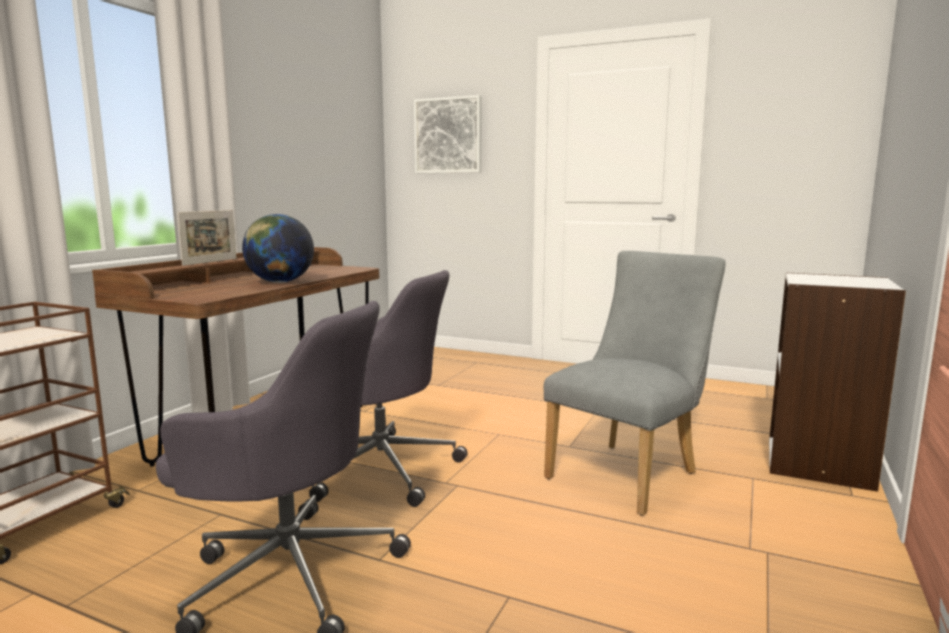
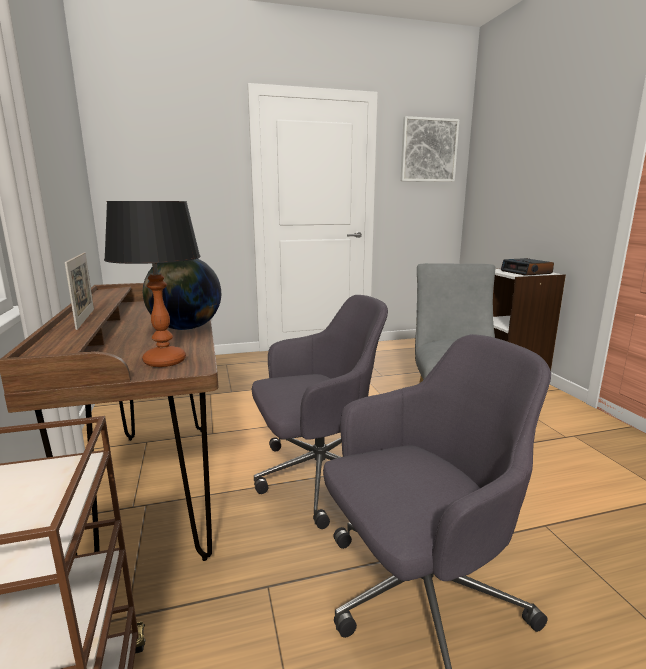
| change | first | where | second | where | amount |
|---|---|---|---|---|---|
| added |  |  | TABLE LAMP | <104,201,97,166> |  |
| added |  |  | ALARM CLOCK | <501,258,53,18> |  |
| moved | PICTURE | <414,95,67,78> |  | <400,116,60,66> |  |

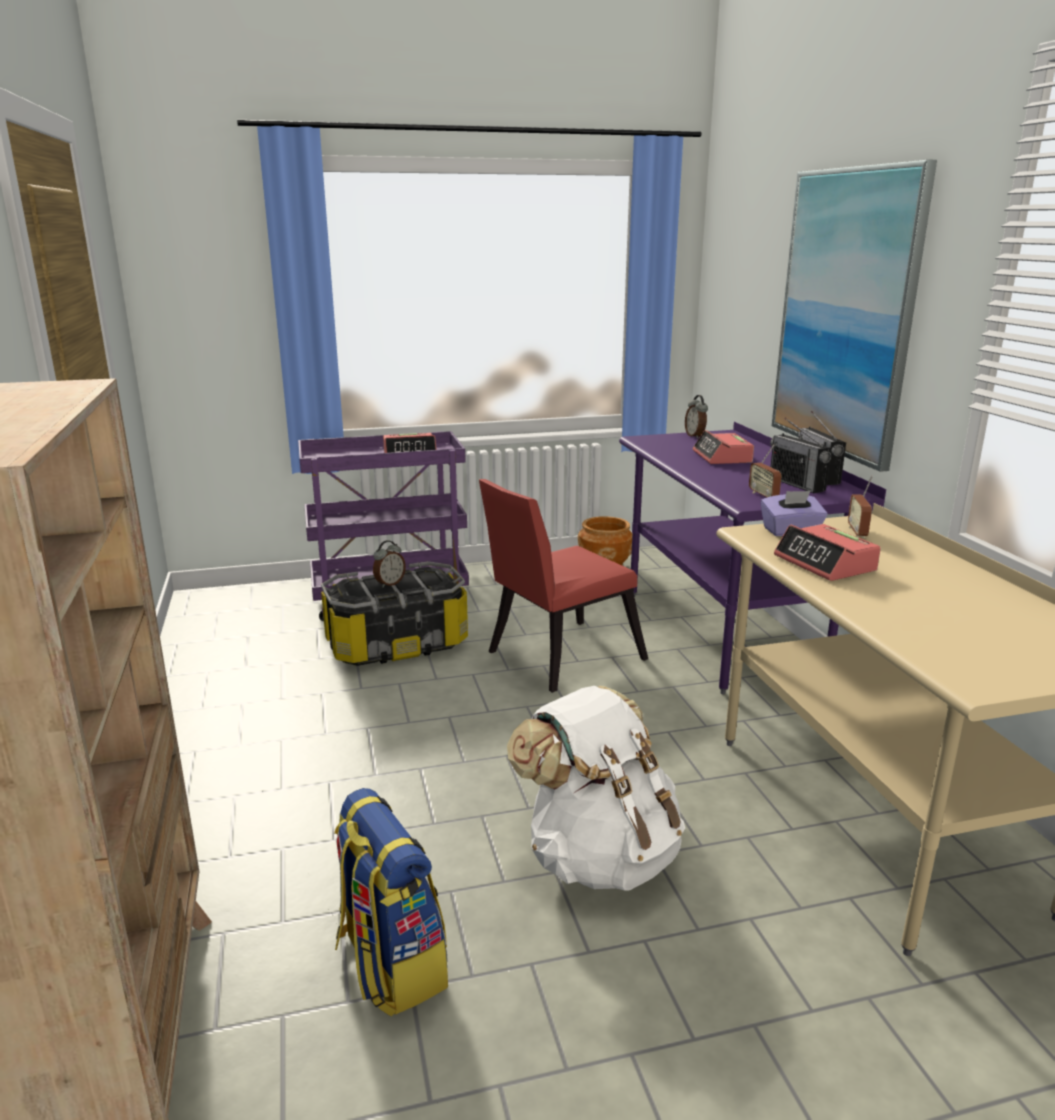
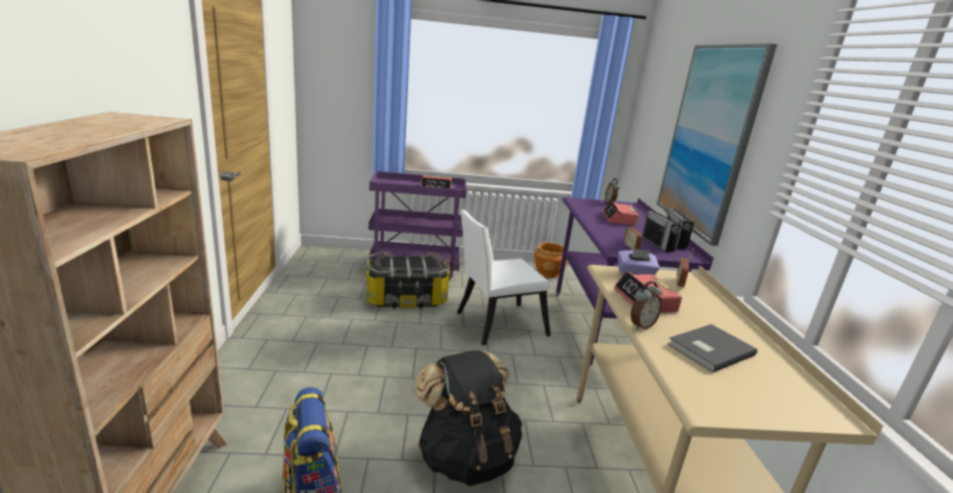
| change | first | where | second | where | amount |
|---|---|---|---|---|---|
| added |  |  | GREY BOOK | <668,324,89,48> |  |
| moved | ALARM CLOCK | <373,540,33,47> |  | <631,281,32,49> |  |
| recoloured | RED CHAIR | <479,479,169,214> | WHITE CHAIR | <457,210,94,135> |  |
| recoloured | WHITE BACKPACK | <507,686,178,205> | BLACK BACKPACK | <414,350,108,136> |  |

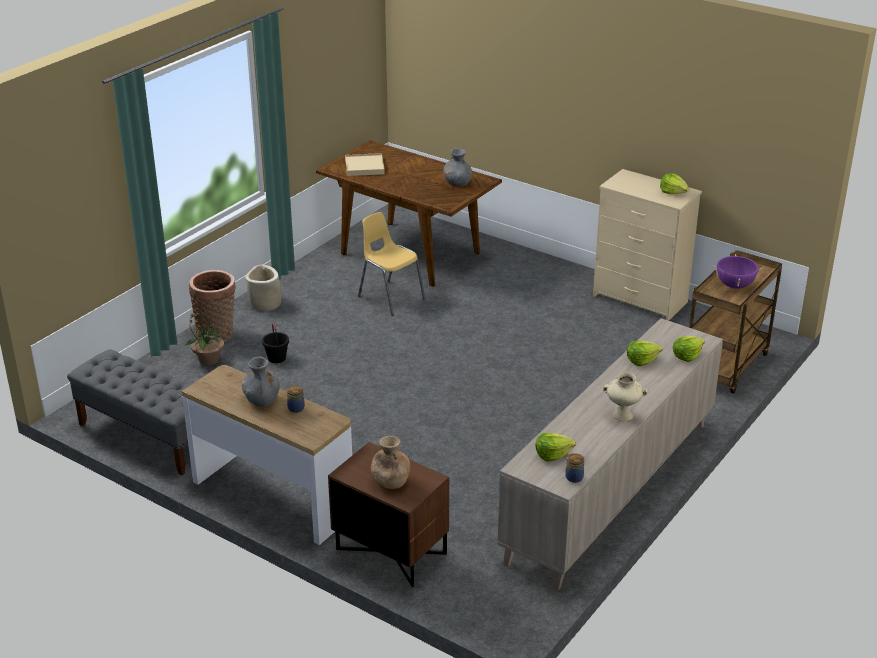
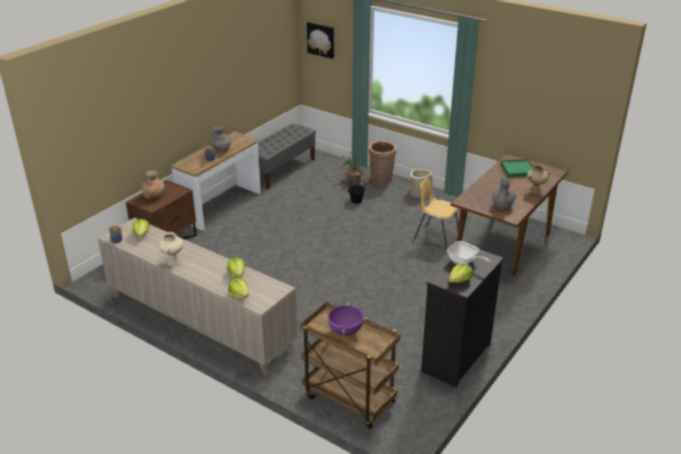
| change | first | where | second | where | amount |
|---|---|---|---|---|---|
| added |  |  | PICTURE | <307,22,27,37> |  |
| added |  |  | FRYING PAN | <447,241,45,23> |  |
| added |  |  | BEIGE VASE | <527,164,22,30> |  |
| recoloured | BEIGE TRAY | <345,153,40,23> | GREEN TRAY | <501,159,33,18> |  |
| recoloured | BEIGE DRESSER | <593,169,109,152> | BLACK DRESSER | <421,250,83,138> |  |
| turned | YELLOW CHAIR | <358,212,67,104> |  | <413,178,46,73> | 105 degrees counterclockwise |

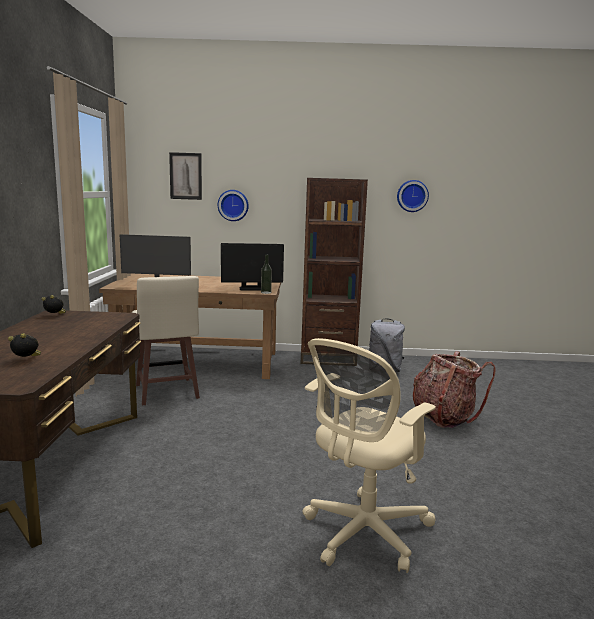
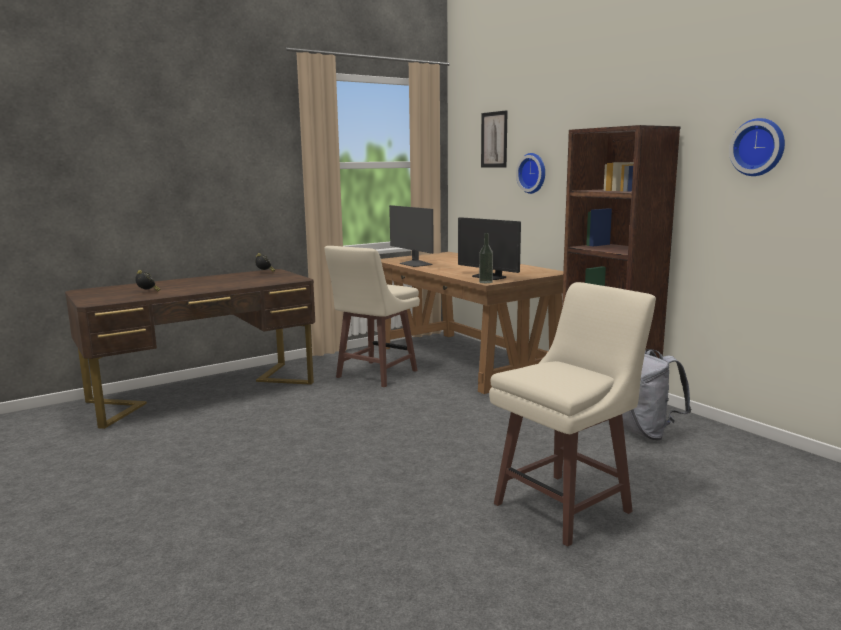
| change | first | where | second | where | amount |
|---|---|---|---|---|---|
| removed | BEIGE OFFICE CHAIR | <303,338,133,235> |  |  |  |
| replaced | BACKPACK | <413,351,82,77> | BEIGE STOOL | <489,282,167,265> |  |

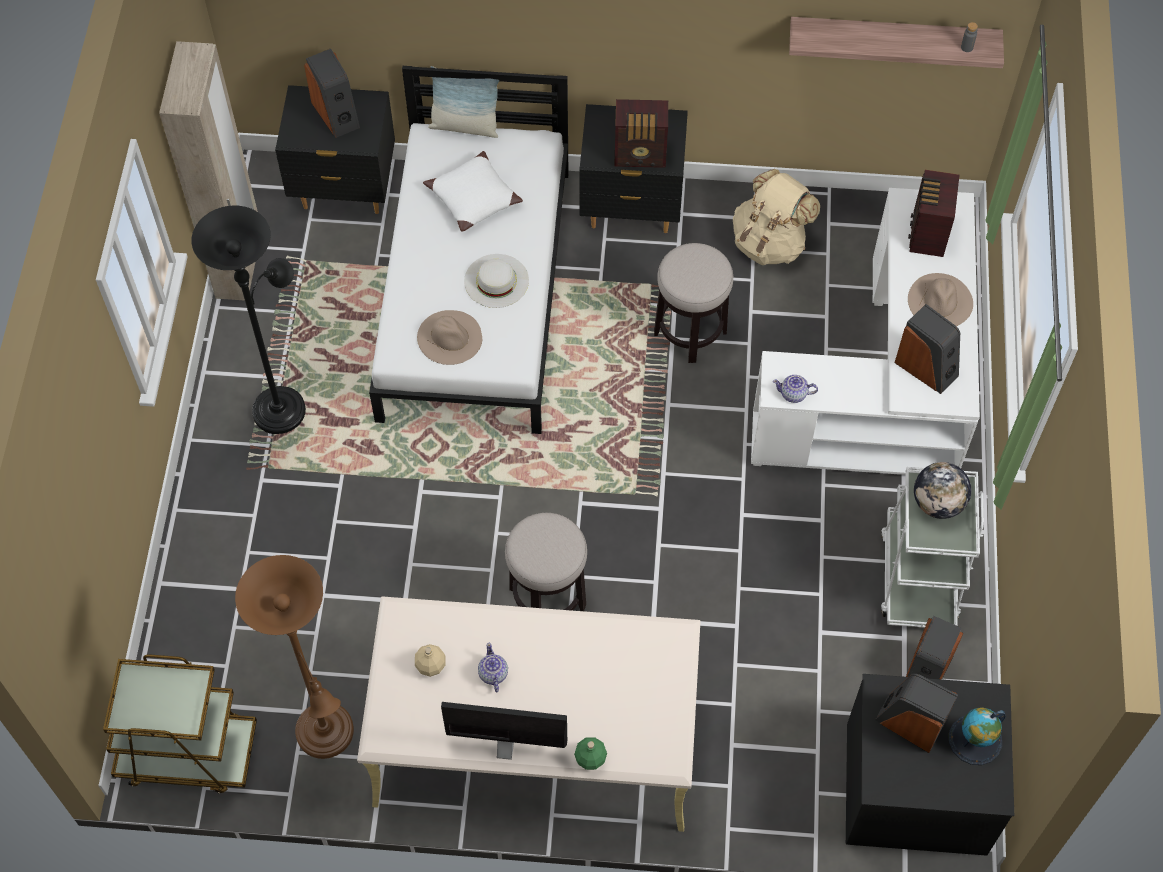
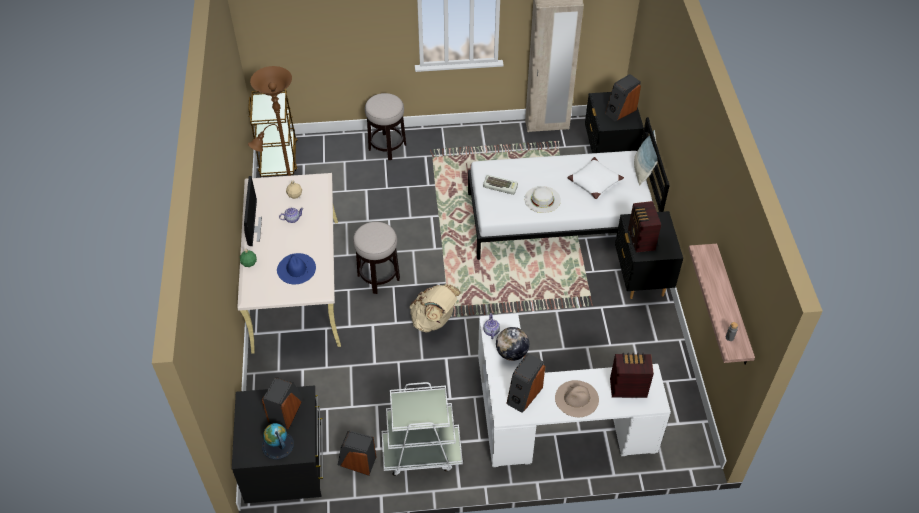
| change | first | where | second | where | amount |
|---|---|---|---|---|---|
| removed | BLACK FLOOR LAMP | <191,205,115,229> |  |  |  |
| added |  |  | BLUE HAT | <277,253,39,31> |  |
| moved | STOOL | <654,243,79,120> |  | <365,93,41,67> |  |
| moved | BEIGE BACKPACK | <733,169,87,96> |  | <409,284,52,48> |  |
| moved | GLOBE | <914,462,57,57> |  | <496,327,33,34> |  |
| replaced | BEIGE HAT | <417,310,65,55> | KEYBOARD | <483,175,35,20> |  |

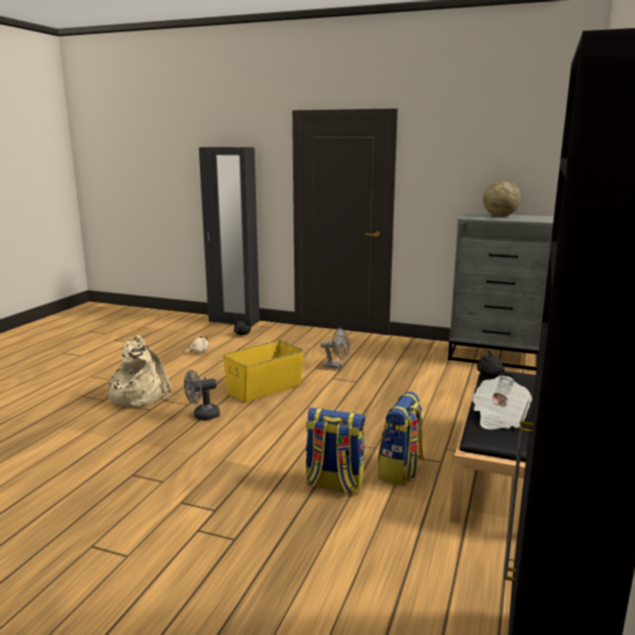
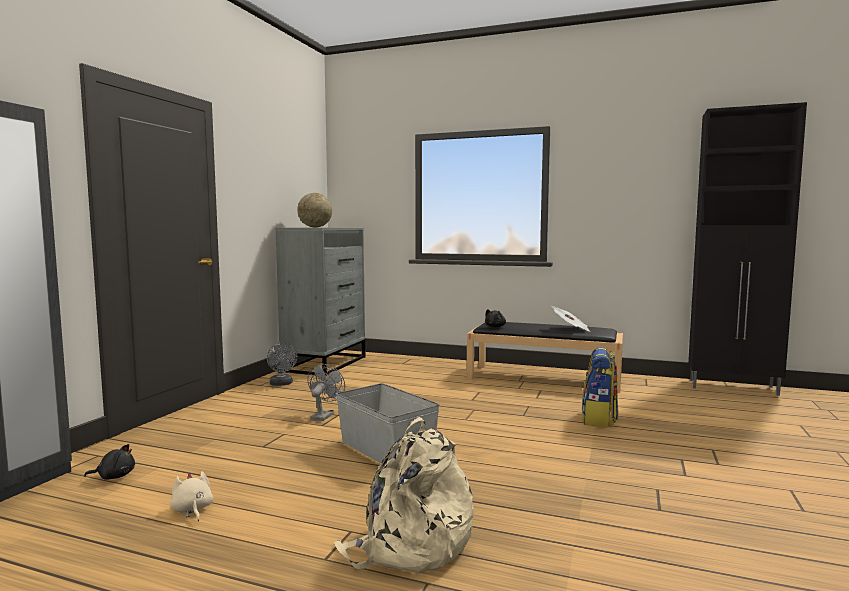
| change | first | where | second | where | amount |
|---|---|---|---|---|---|
| removed | BACKPACK | <378,391,46,95> |  |  |  |
| moved | GREY FAN | <184,370,36,50> |  | <267,342,30,44> |  |
| recoloured | YELLOW STORAGE BOX | <223,340,81,63> | GREY STORAGE BOX | <336,383,104,80> |  |

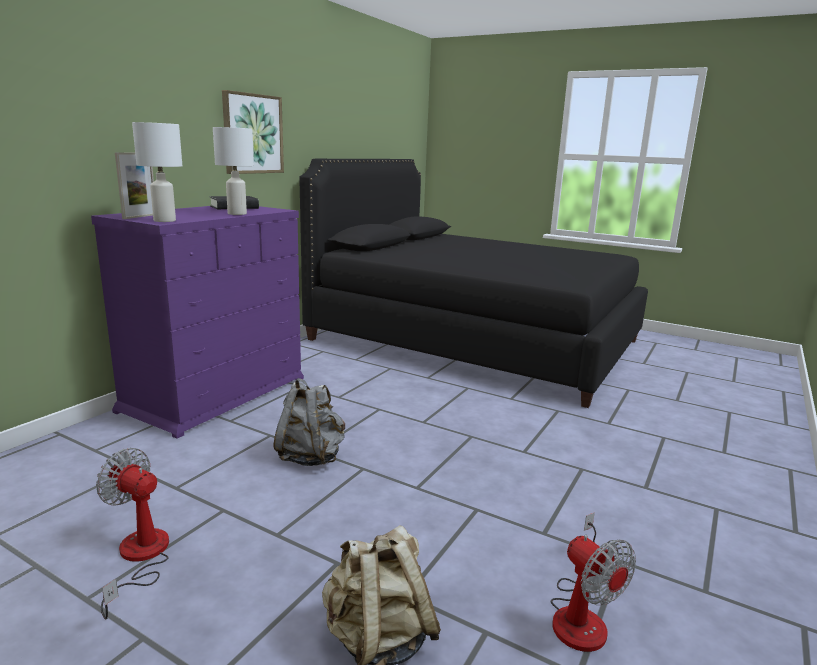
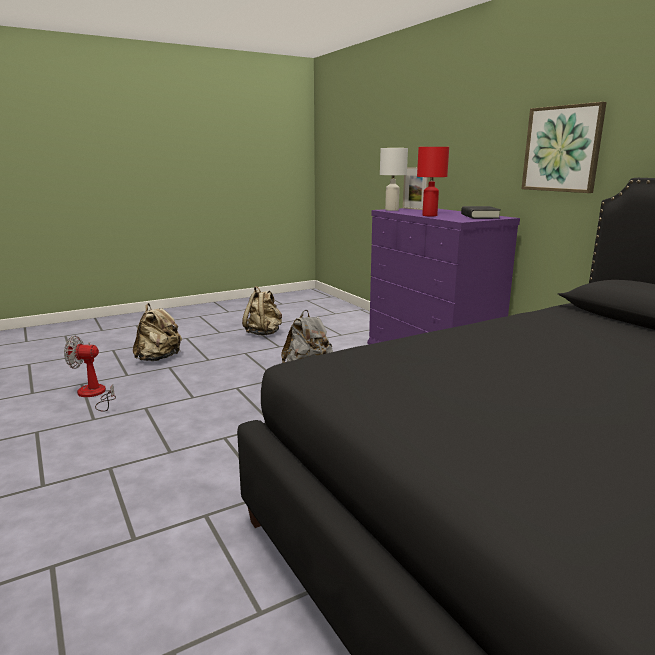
| change | first | where | second | where | amount |
|---|---|---|---|---|---|
| replaced | FAN | <96,448,73,171> | BEIGE BACKPACK | <242,286,40,49> |  |
| recoloured | WHITE TABLE LAMP | <213,127,41,88> | RED TABLE LAMP | <417,147,32,69> |  |

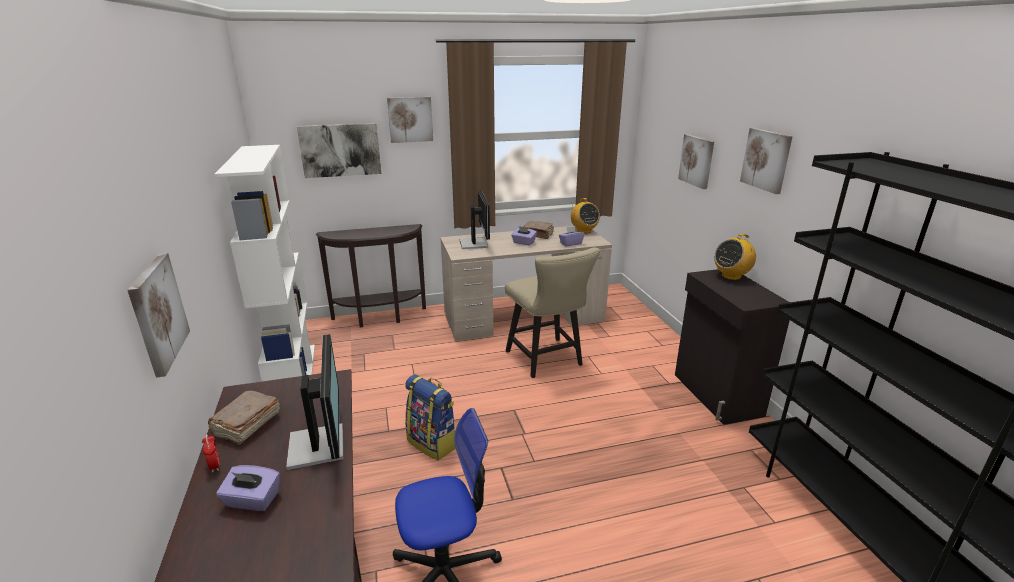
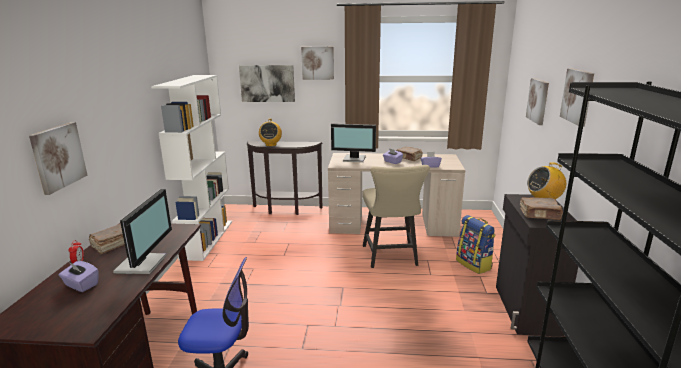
| change | first | where | second | where | amount |
|---|---|---|---|---|---|
| added |  |  | BROWN BOOK | <520,197,43,23> |  |
| moved | BACKPACK | <405,374,50,86> |  | <456,215,39,59> |  |
| moved | RADIO | <571,198,29,36> |  | <259,119,23,27> |  |
| turned | MONITOR | <460,190,30,59> |  | <331,124,45,38> | 90 degrees clockwise |

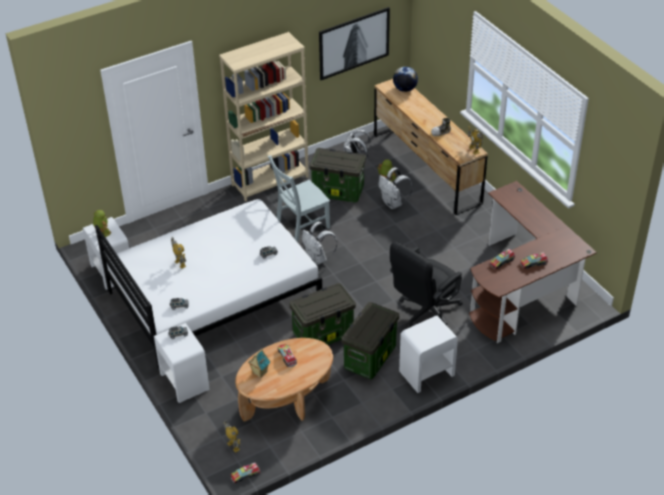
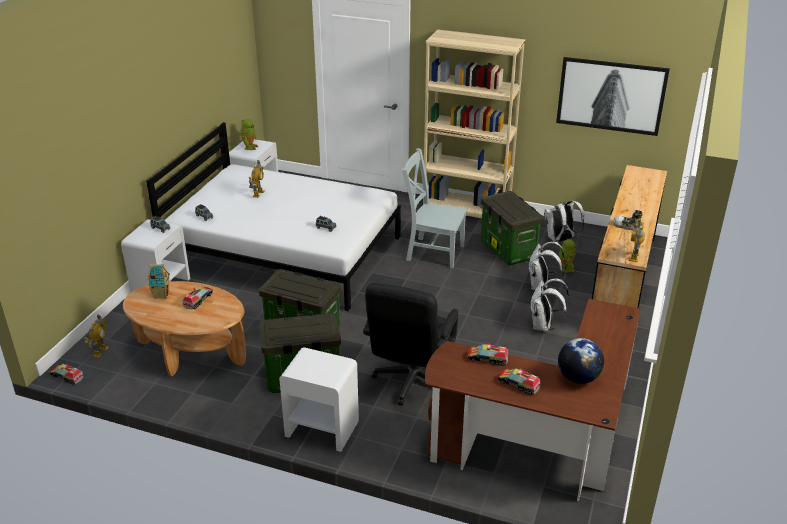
| change | first | where | second | where | amount |
|---|---|---|---|---|---|
| moved | WHITE BACKPACK | <302,222,35,43> |  | <530,279,40,53> |  |
| moved | GLOBE | <393,67,25,25> |  | <558,338,46,46> |  |
| turned | BLACK OFFICE CHAIR | <390,242,73,86> |  | <363,283,96,123> | 75 degrees counterclockwise |

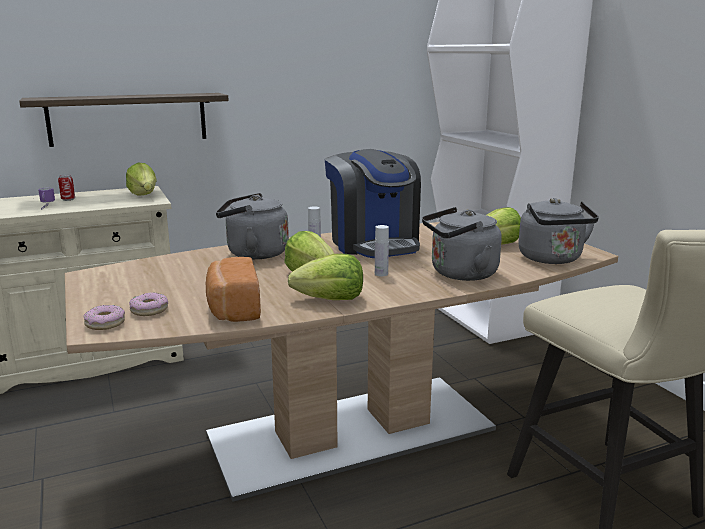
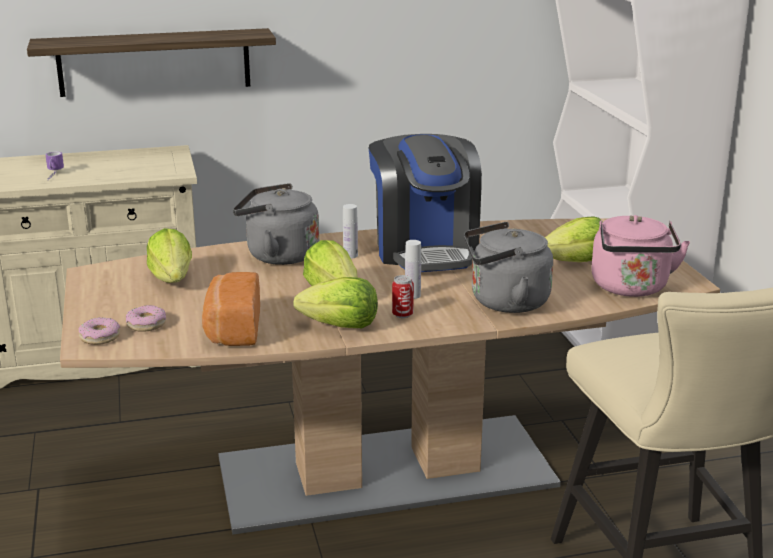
| change | first | where | second | where | amount |
|---|---|---|---|---|---|
| moved | CAN | <58,174,17,27> |  | <392,275,22,43> |  |
| moved | LETTUCE | <126,163,31,33> |  | <147,228,45,55> |  |
| recoloured | GREY KETTLE | <518,198,81,66> | PINK KETTLE | <591,215,99,82> |  |

